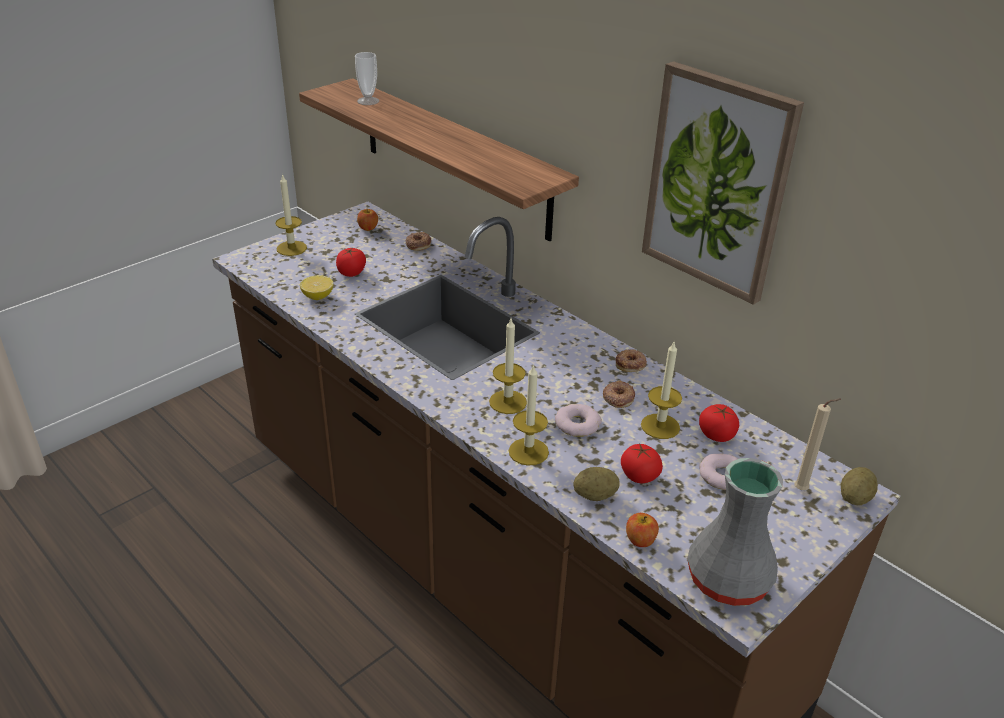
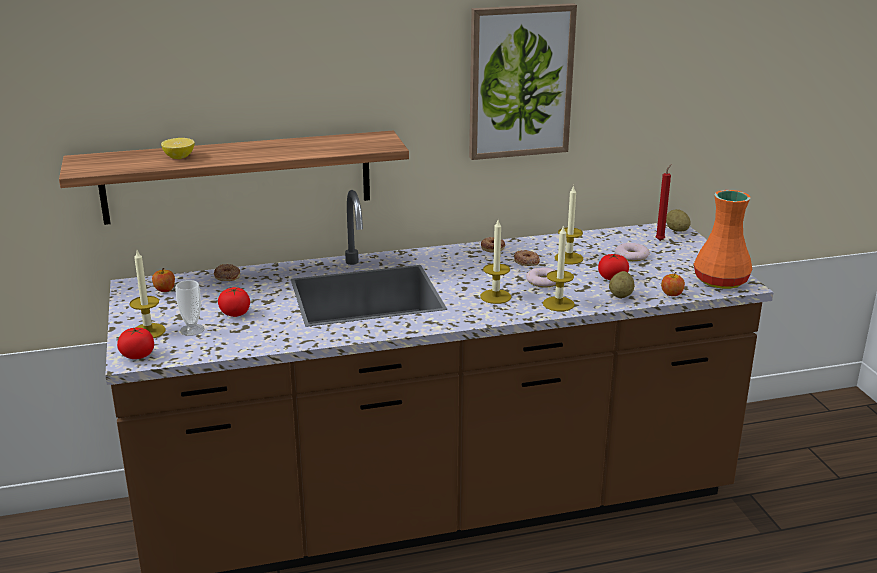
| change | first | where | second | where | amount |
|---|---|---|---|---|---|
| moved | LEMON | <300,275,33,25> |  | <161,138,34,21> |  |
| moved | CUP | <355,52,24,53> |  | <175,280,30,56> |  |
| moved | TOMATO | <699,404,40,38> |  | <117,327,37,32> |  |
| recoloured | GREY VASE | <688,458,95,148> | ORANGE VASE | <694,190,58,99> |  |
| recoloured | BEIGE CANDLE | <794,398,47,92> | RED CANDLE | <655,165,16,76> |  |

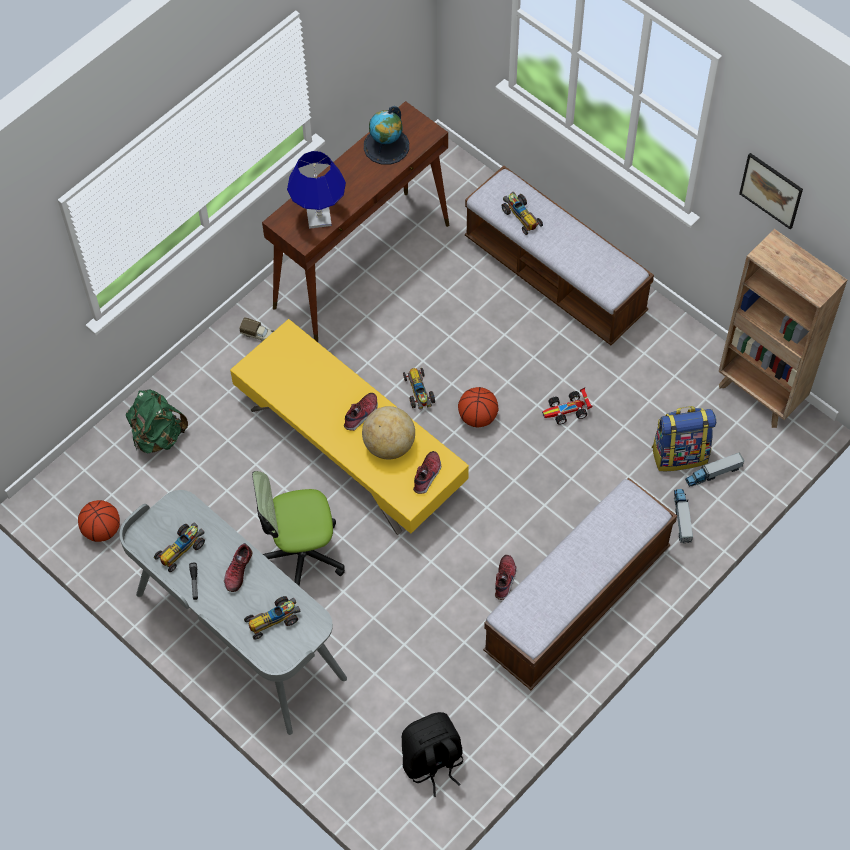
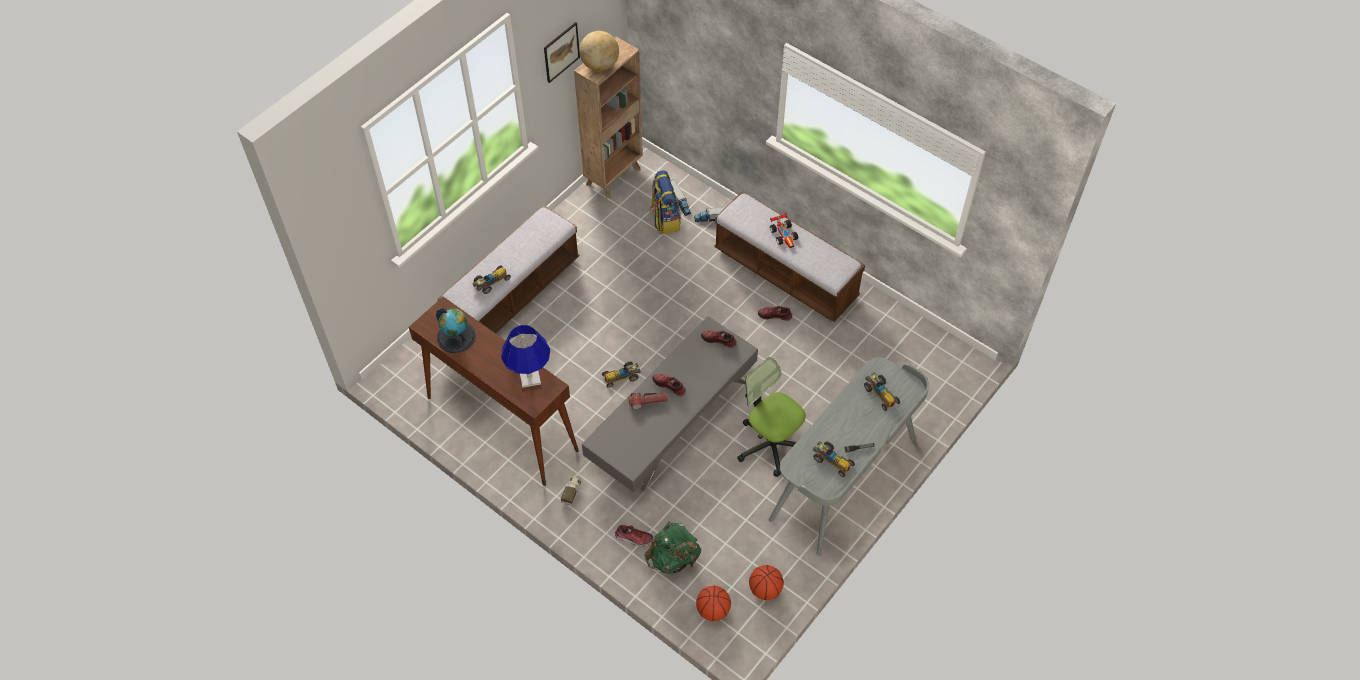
| change | first | where | second | where | amount |
|---|---|---|---|---|---|
| removed | BLACK BACKPACK | <402,712,61,85> |  |  |  |
| added |  |  | FLASHLIGHT | <629,393,39,17> |  |
| moved | SHOE | <224,543,29,49> |  | <615,525,38,22> |  |
| moved | GLOBE | <362,406,53,54> |  | <579,31,40,40> |  |
| moved | BASKETBALL | <458,387,40,40> |  | <696,585,35,36> |  |
| moved | TOY CAR | <542,388,50,37> |  | <770,213,28,35> |  |
| recoloured | YELLOW COFFEE TABLE | <230,319,239,216> | GREY COFFEE TABLE | <582,316,176,176> |  |
| turned | OFFICE CHAIR | <252,471,93,115> |  | <737,357,69,120> | 150 degrees clockwise |

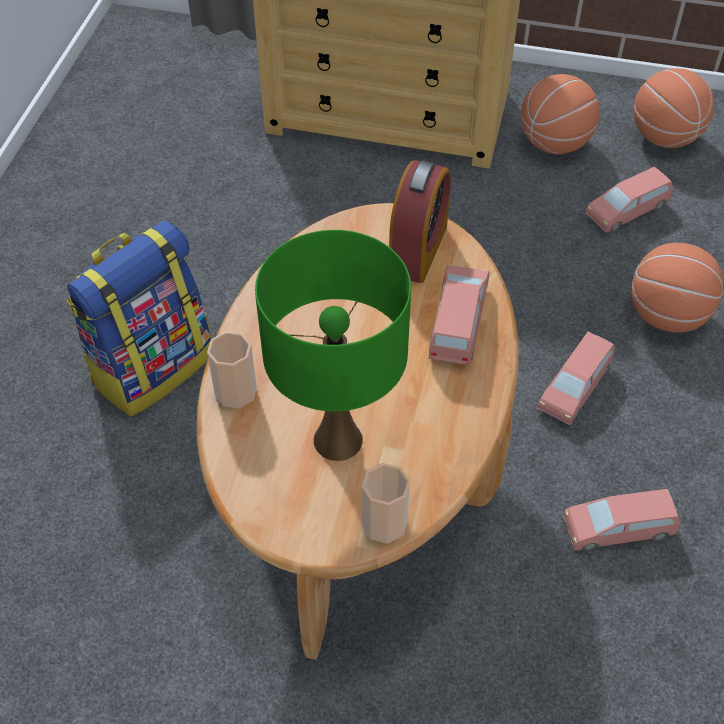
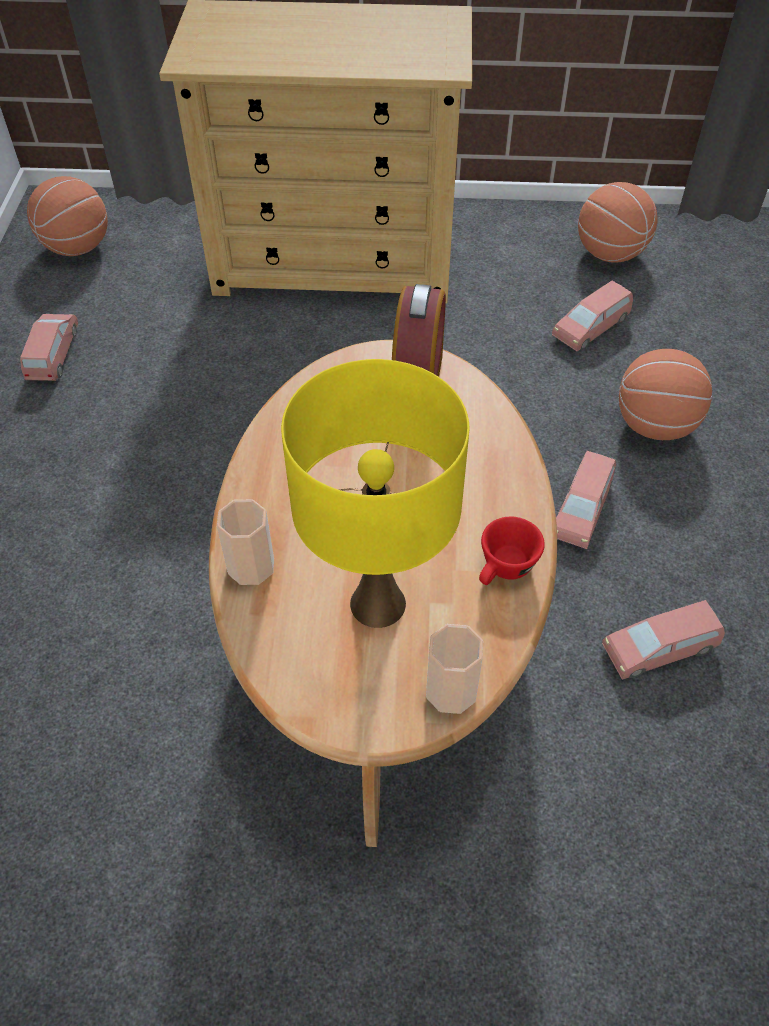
| change | first | where | second | where | amount |
|---|---|---|---|---|---|
| removed | BACKPACK | <66,220,145,197> |  |  |  |
| added |  |  | RED CUP | <479,517,66,68> |  |
| moved | PINK TOY CAR | <429,264,60,101> |  | <20,314,58,67> |  |
| moved | BASKETBALL | <521,74,79,80> |  | <27,176,81,80> |  |
| recoloured | GREEN TABLE LAMP | <255,230,156,231> | YELLOW TABLE LAMP | <281,359,188,269> |  |

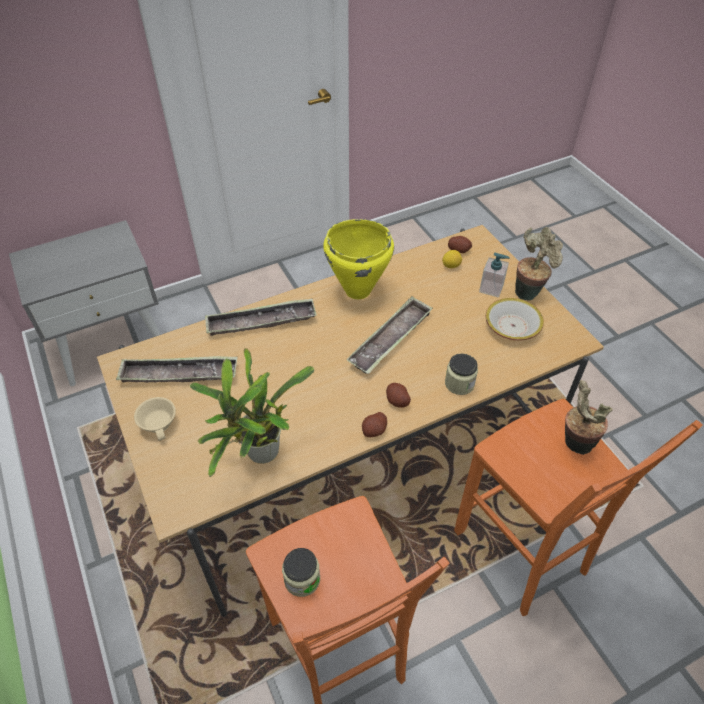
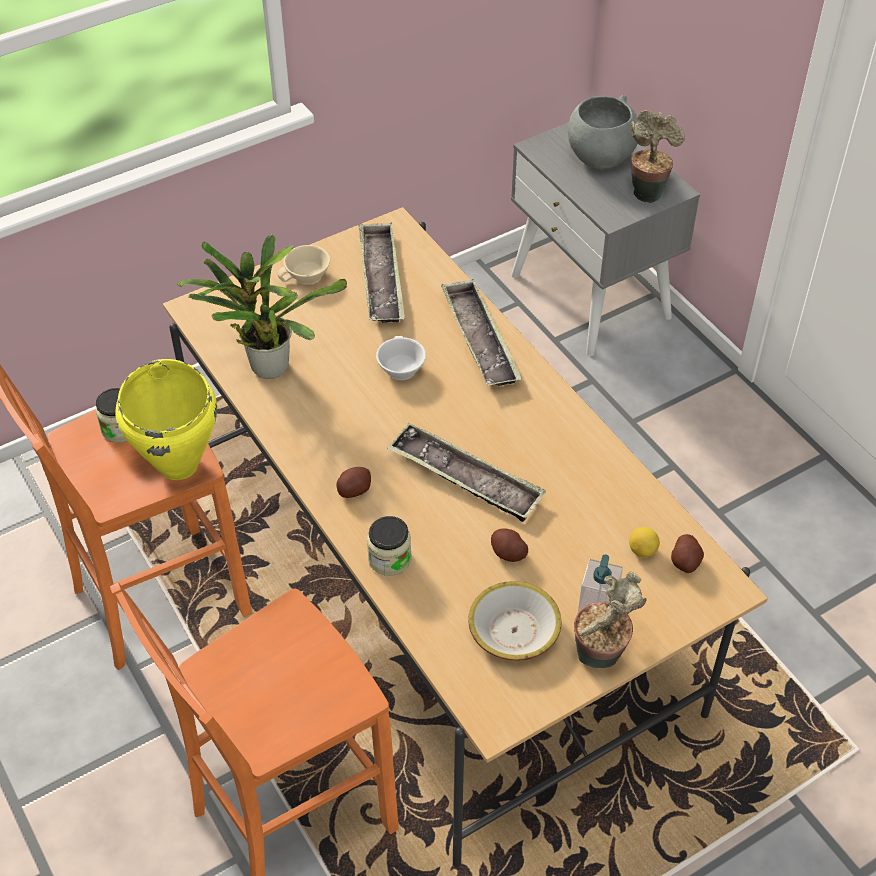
| change | first | where | second | where | amount |
|---|---|---|---|---|---|
| added |  |  | WHITE CUP | <376,336,50,44> |  |
| added |  |  | GREY BOWL | <568,95,70,74> |  |
| moved | YELLOW COOKING POT | <323,219,71,80> |  | <115,359,102,121> |  |
| moved | POTATO | <362,412,25,26> |  | <491,528,37,34> |  |
| moved | POTTED PLANT | <565,380,48,75> |  | <631,110,54,93> |  |

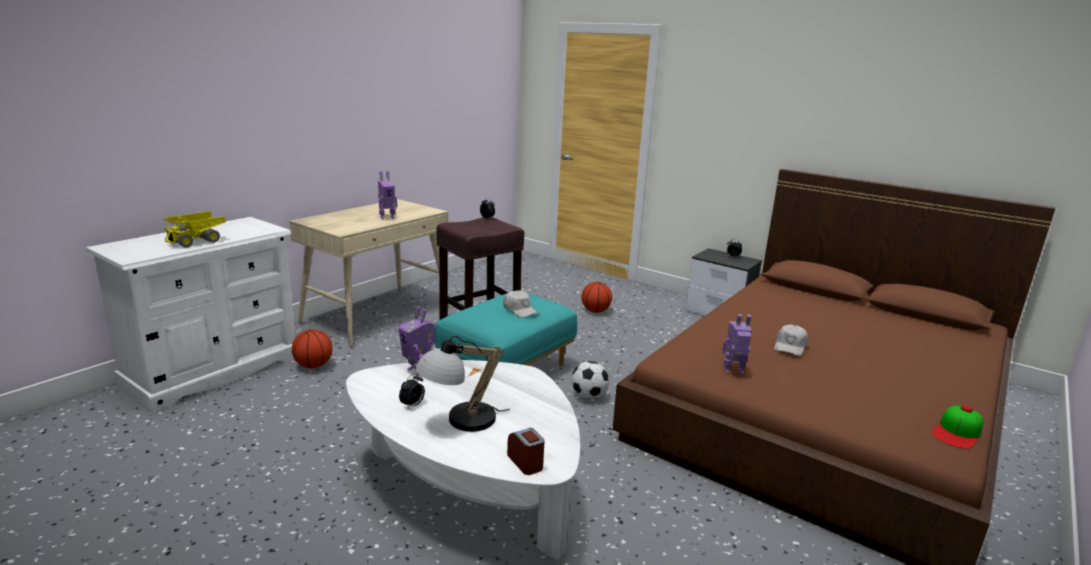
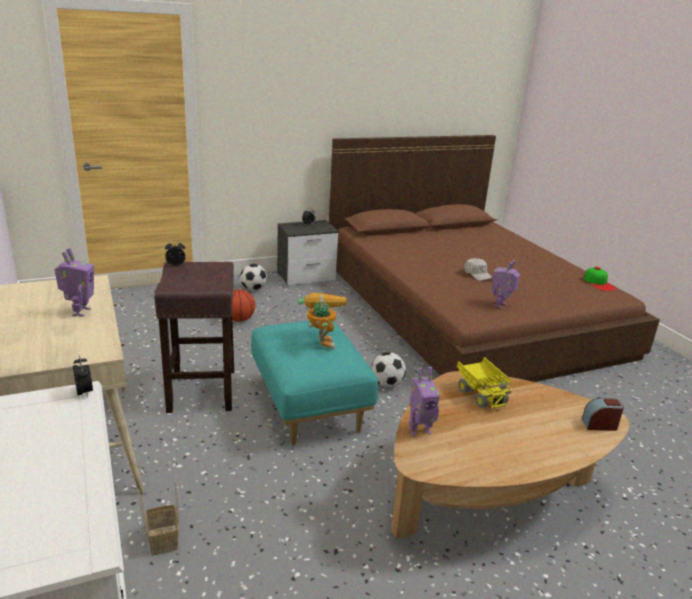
| change | first | where | second | where | amount |
|---|---|---|---|---|---|
| removed | TABLE LAMP | <415,336,95,96> |  |  |  |
| added |  |  | FOOTBALL | <240,264,27,26> |  |
| moved | TOY TRUCK | <163,211,63,37> |  | <457,357,55,51> |  |
| moved | ALARM CLOCK | <399,373,26,35> |  | <73,355,20,43> |  |
| replaced | BASKETBALL | <292,329,40,39> | BASKET | <139,483,40,73> |  |
| replaced | WHITE CAP | <503,290,35,28> | TOY ROBOT | <298,293,49,57> |  |
| recoloured | WHITE COFFEE TABLE | <346,360,234,200> | BROWN COFFEE TABLE | <391,371,239,168> |  |

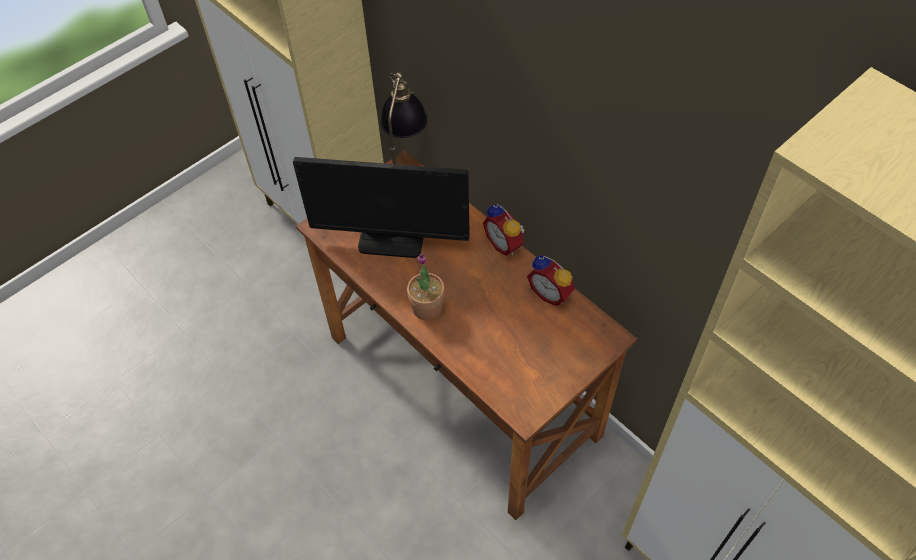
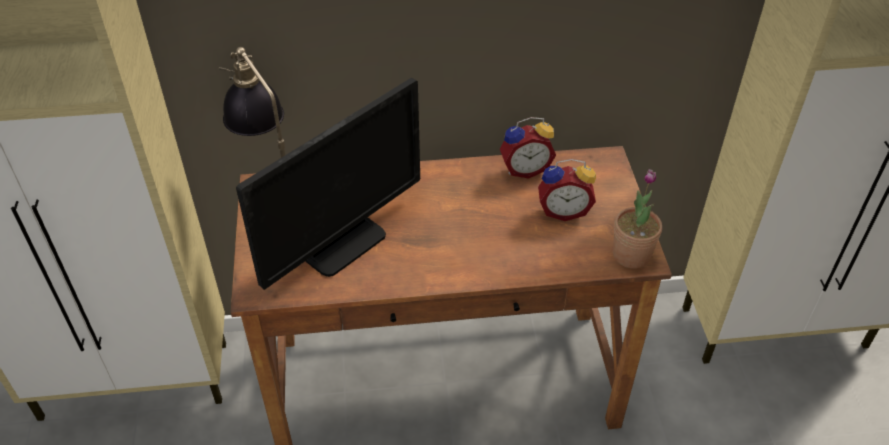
| change | first | where | second | where | amount |
|---|---|---|---|---|---|
| moved | POTTED PLANT | <407,253,38,68> |  | <613,169,49,100> |  |
| moved | ALARM CLOCK | <483,204,42,52> |  | <538,159,58,62> |  |

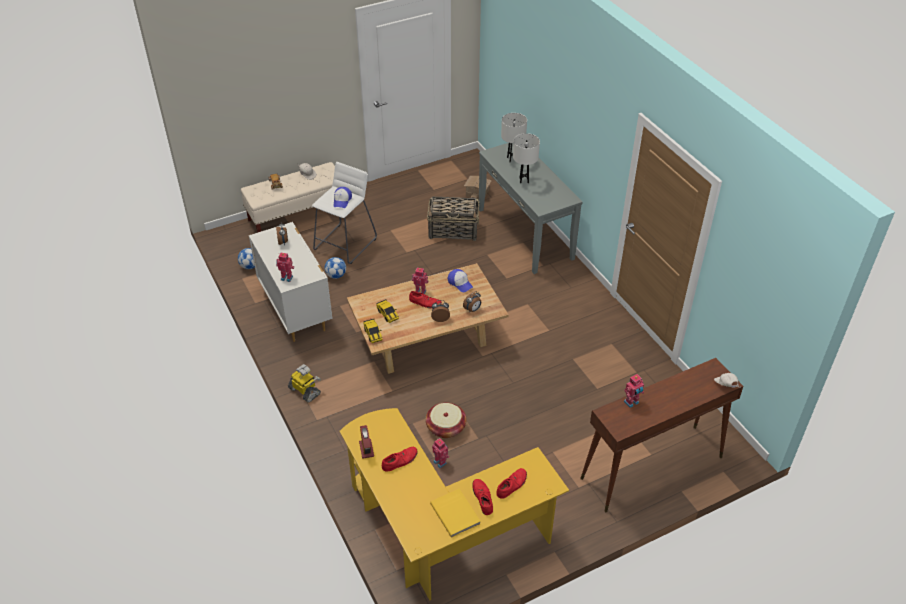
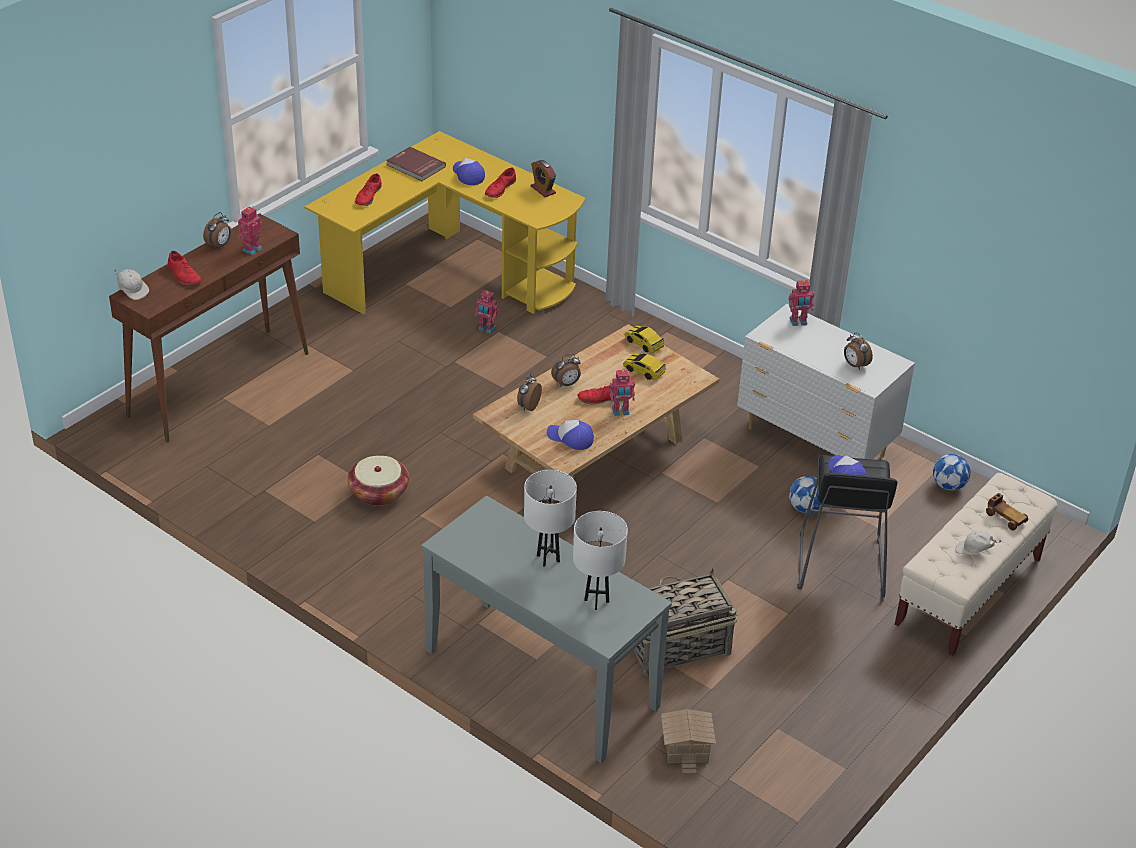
| change | first | where | second | where | amount |
|---|---|---|---|---|---|
| removed | TOY ROBOT | <288,364,33,39> |  |  |  |
| added |  |  | ALARM CLOCK | <203,212,28,37> |  |
| added |  |  | CAP | <453,158,32,27> |  |
| moved | BASKET | <425,403,41,35> |  | <348,455,61,51> |  |
| moved | RED SHOE | <472,479,21,36> |  | <168,251,34,34> |  |
| recoloured | WHITE STOOL | <312,162,65,102> | BLACK STOOL | <797,455,100,142> |  |
| recoloured | YELLOW BOOK | <430,489,51,49> | RED BOOK | <386,147,60,34> |  |

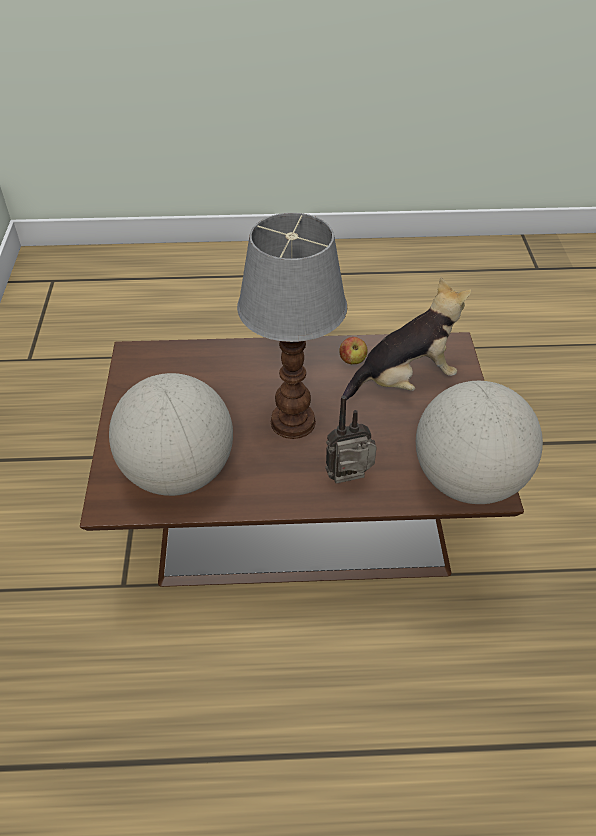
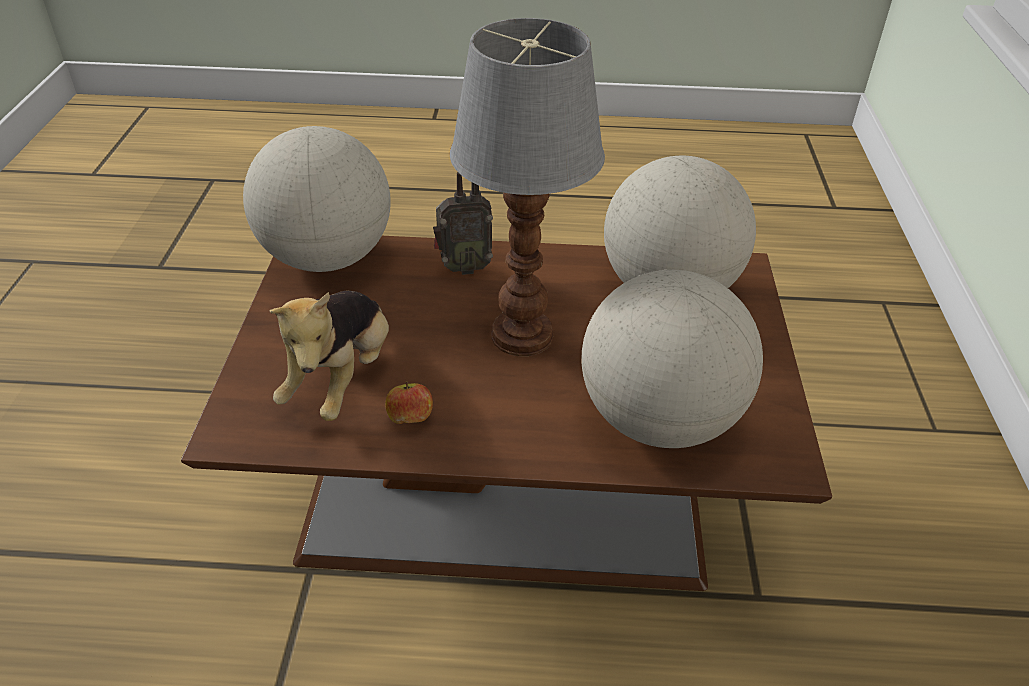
| change | first | where | second | where | amount |
|---|---|---|---|---|---|
| added |  |  | GLOBE | <582,270,181,178> |  |
| turned | PLUSH TOY | <342,277,129,123> |  | <270,291,119,130> | 60 degrees counterclockwise |

